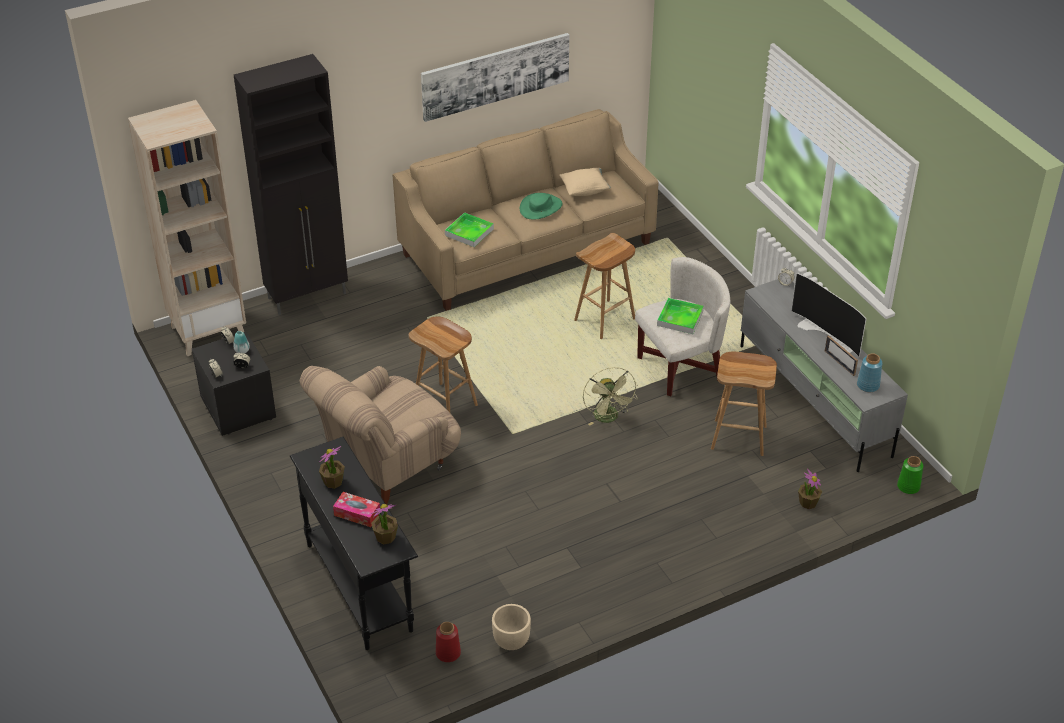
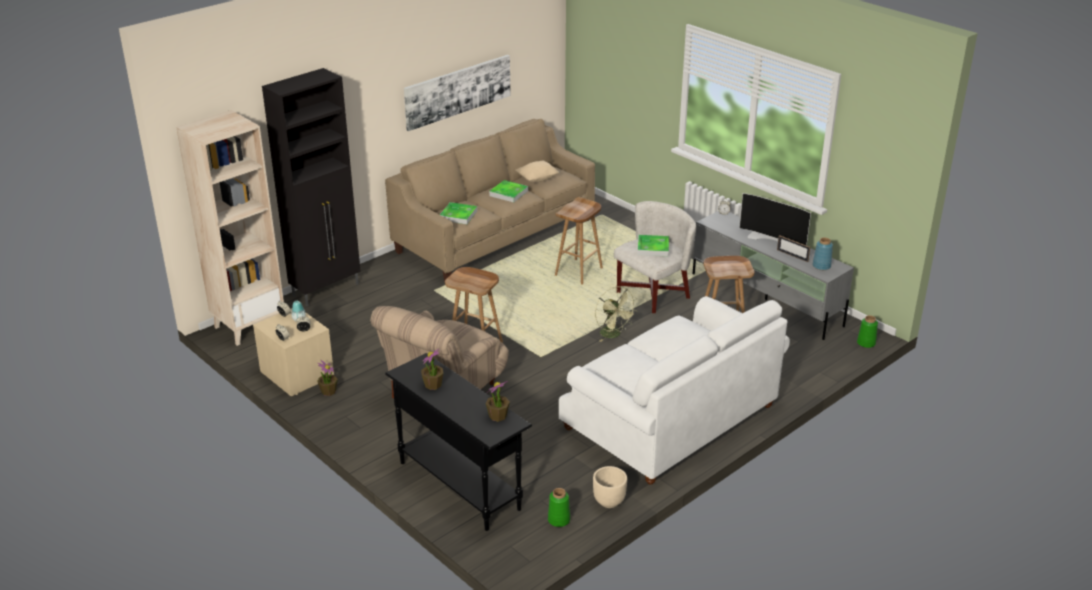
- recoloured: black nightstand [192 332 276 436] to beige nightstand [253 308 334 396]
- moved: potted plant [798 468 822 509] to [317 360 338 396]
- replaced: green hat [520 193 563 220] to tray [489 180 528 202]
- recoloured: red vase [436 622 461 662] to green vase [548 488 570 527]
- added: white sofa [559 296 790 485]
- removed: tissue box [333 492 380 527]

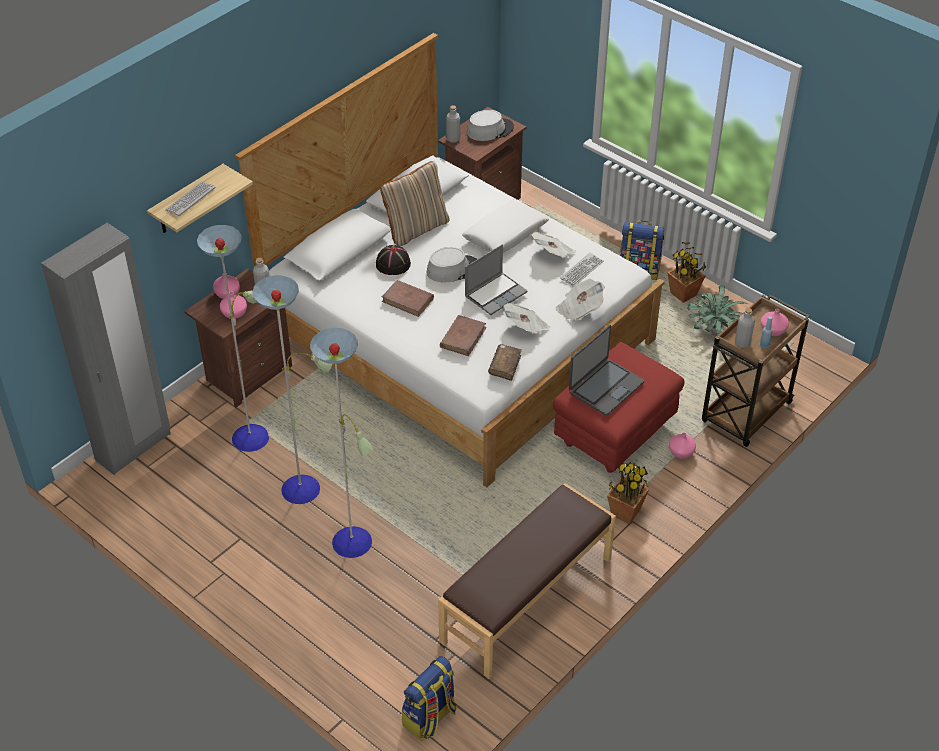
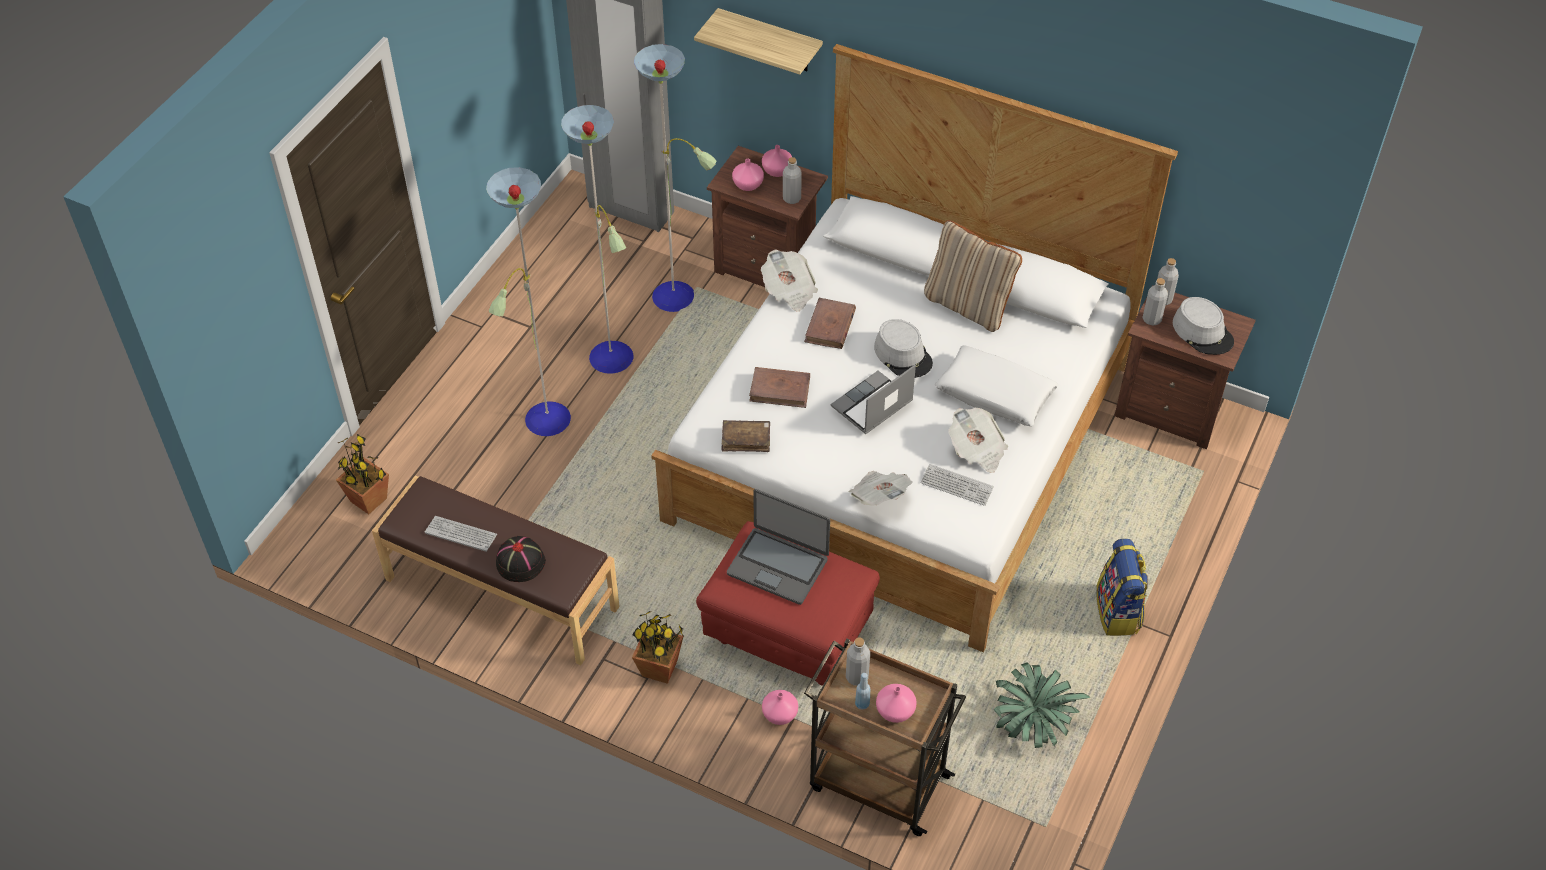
- moved: potted plant [667 242 706 303] to [336 434 389 514]
- moved: keyboard [165 182 216 216] to [425 516 497 552]
- moved: black hat [376 245 411 275] to [496 536 546 582]
- moved: newspaper [502 303 550 334] to [761 249 818 311]
- turned: laptop [465 244 528 315] = [831 365 916 434] 105 degrees clockwise
- added: grey bottle [1142 278 1168 326]
- removed: backpack [402 656 457 741]

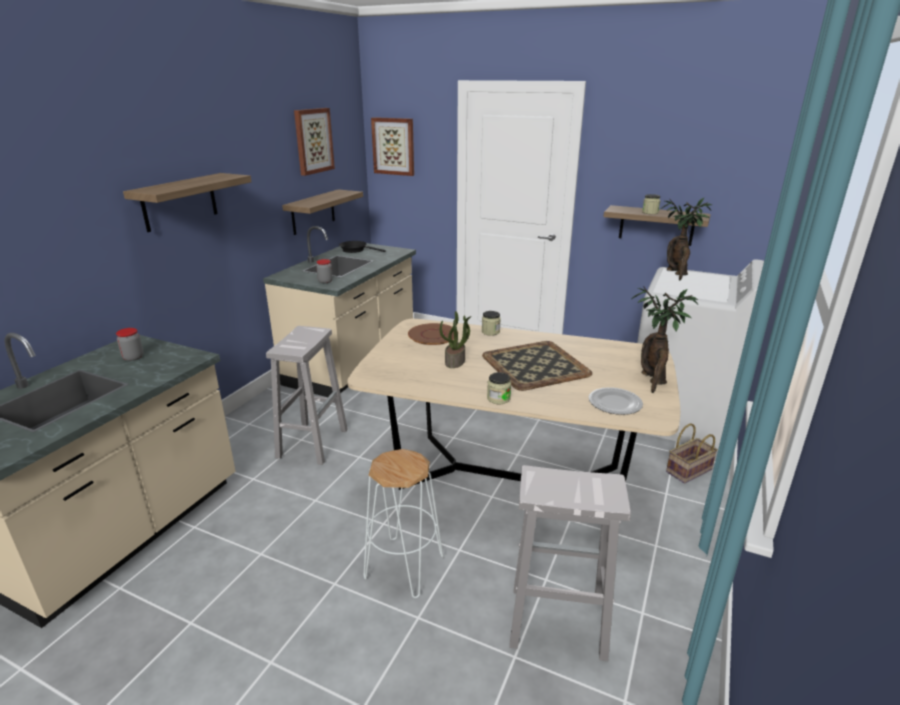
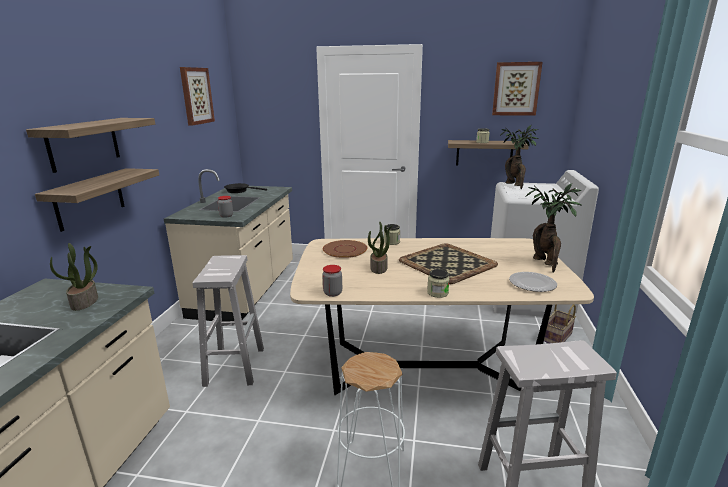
- moved: shelf [282 189 363 235] to [35 168 159 232]
- added: potted plant [50 243 98 311]
- moved: jar [116 328 144 361] to [322 265 342 297]
- moved: picture [371 117 414 176] to [492 62 542 116]

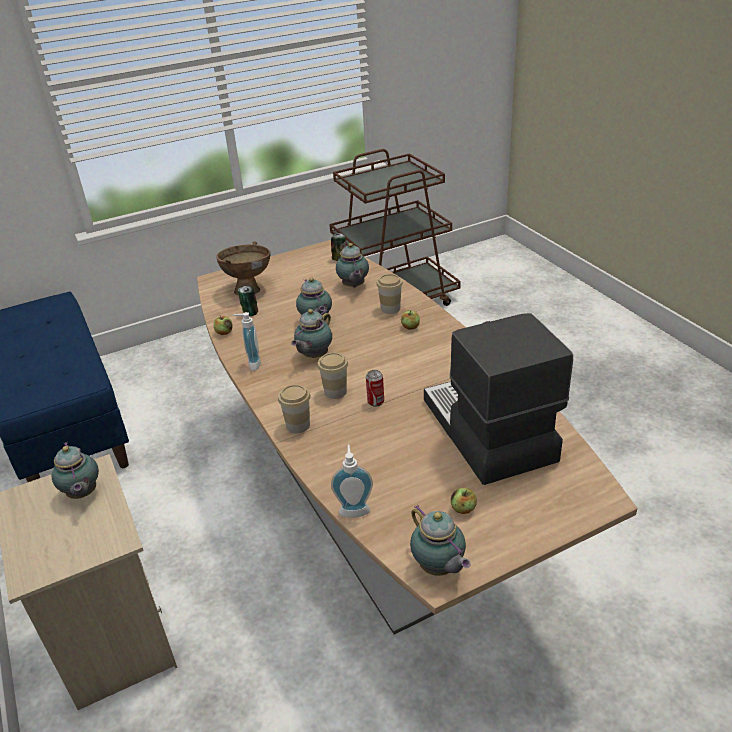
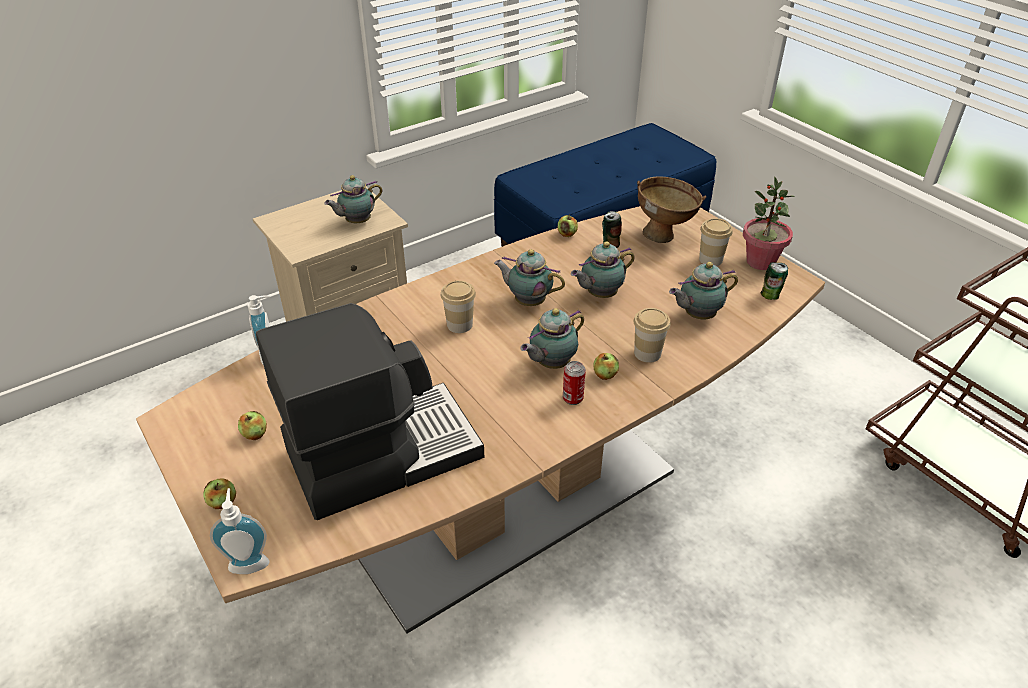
- added: apple [203 479 236 509]
- moved: soap dispenser [233 312 261 371] to [210 488 270 574]
- moved: teapot [410 505 471 576] to [520 308 584 369]
- moved: can [366 370 384 407] to [563 361 586 405]
- moved: cup [278 385 311 433] to [699 218 733 266]
- added: potted plant [743 176 795 270]

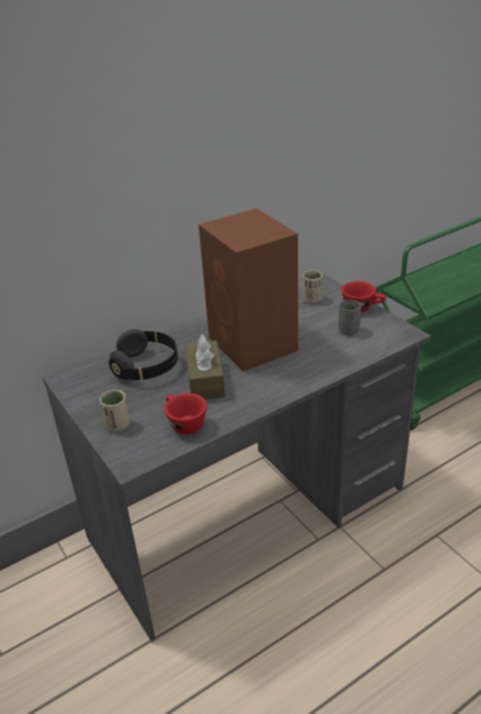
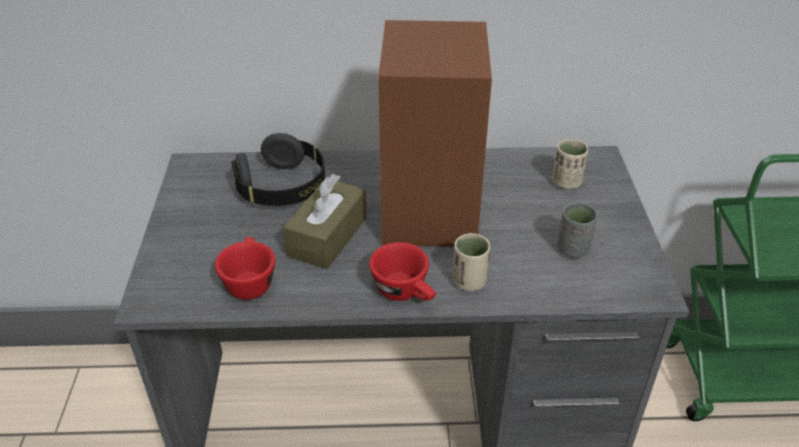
- moved: red cup [341 281 386 312] to [369 242 436 301]
- moved: beige cup [100 390 130 431] to [453 233 490 291]

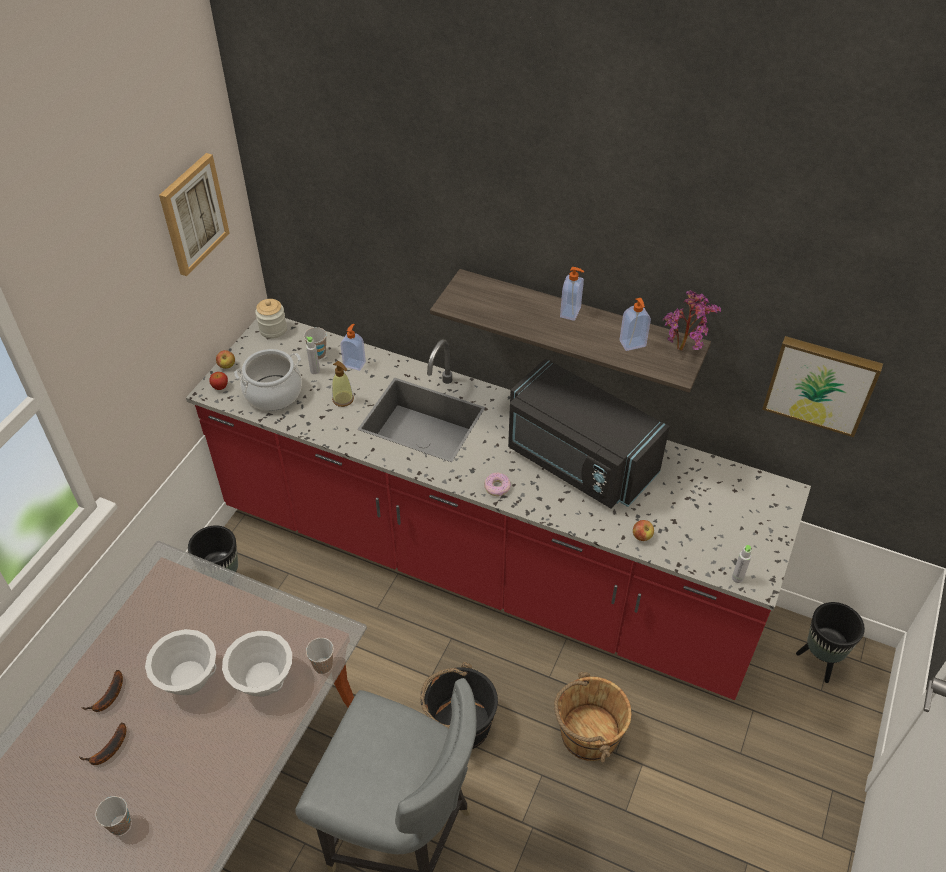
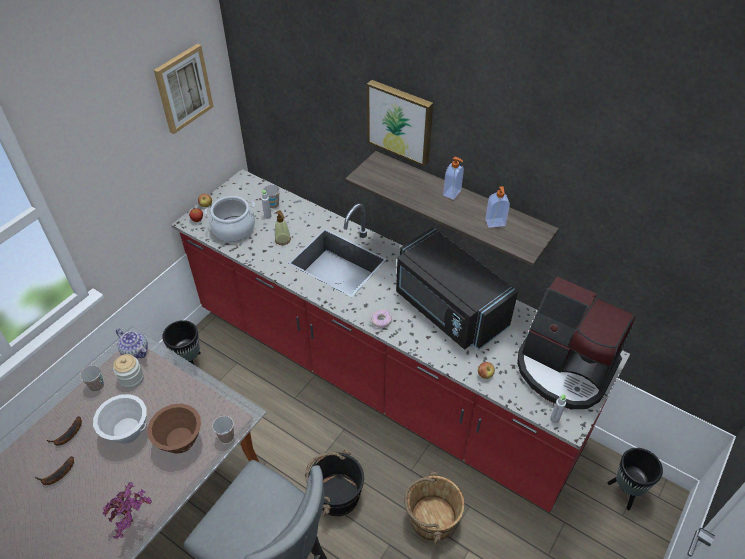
- moved: cup [95 796 131 835] to [80 365 104 392]
- moved: potted plant [663 290 721 350] to [102 482 152 539]
- moved: jar [255 299 287 339] to [113 354 144 388]
- added: teapot [116 329 148 359]
- recoloured: white bowl [222 631 292 697] to brown bowl [147 404 201 453]
- moved: picture [762 336 883 437] to [367 80 433 166]
- added: coffee machine [517 277 635 409]
- removed: soap dispenser [340 324 366 371]

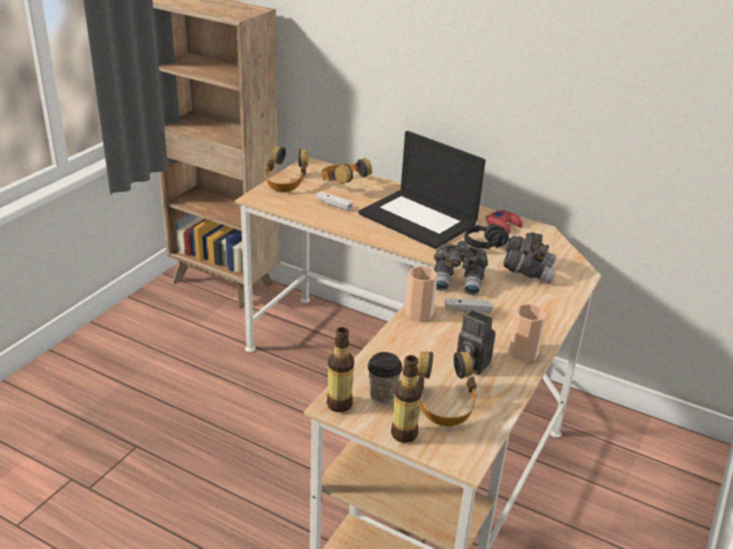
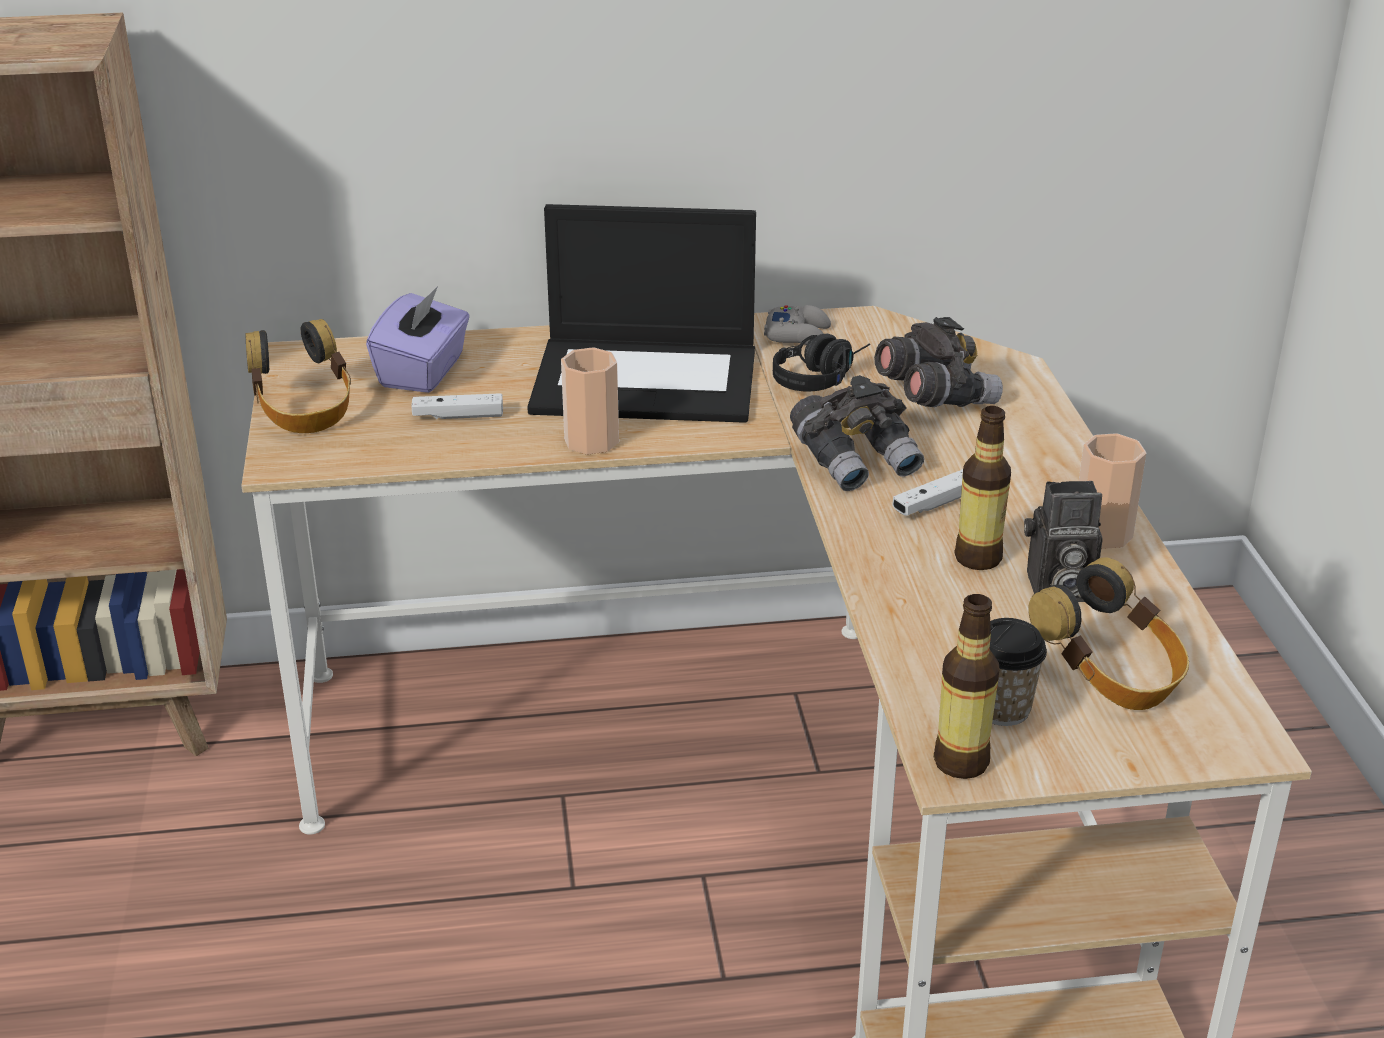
- replaced: headphones [321 158 372 184] to purple tissue box [366 286 470 393]
- moved: cup [405 266 438 321] to [561 347 619 455]
- recoloured: red game controller [486 210 523 234] to grey game controller [764 305 831 345]
- moved: bottle [391 355 422 443] to [954 406 1011 570]

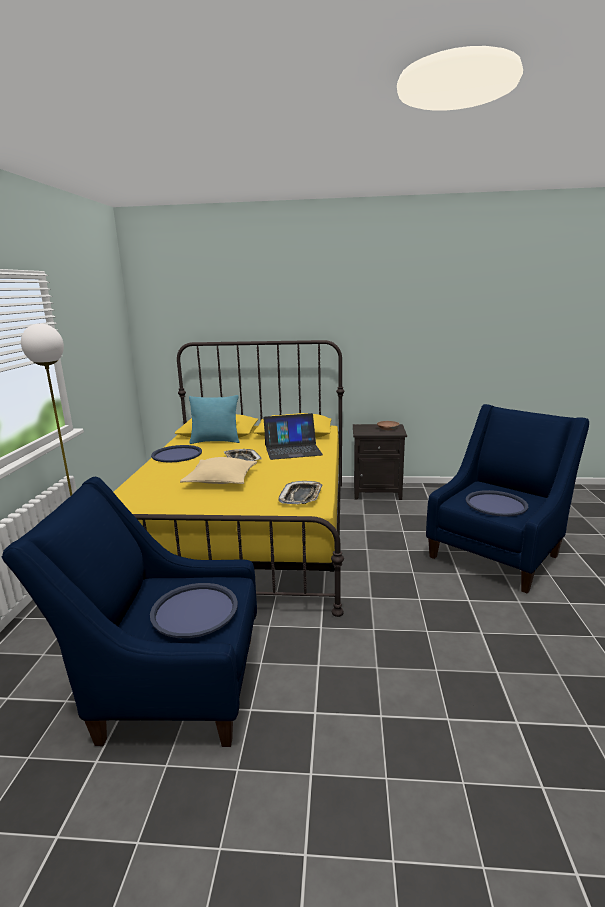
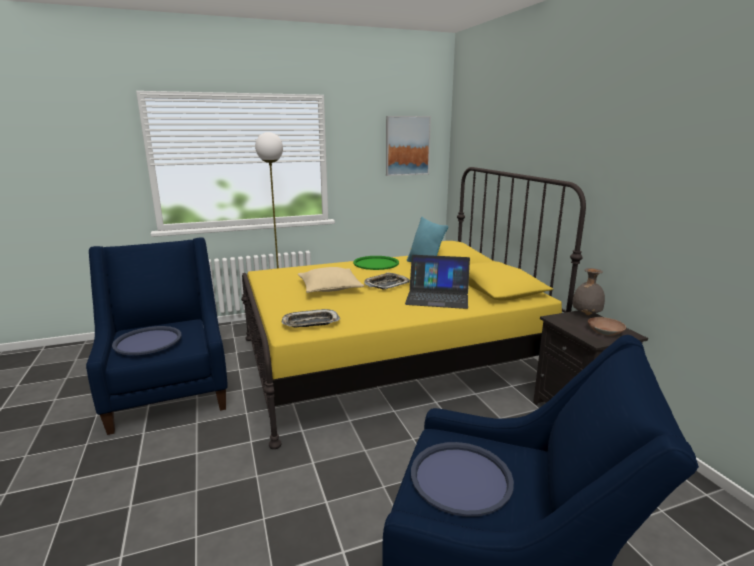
- recoloured: blue tray [151 445 202 463] to green tray [353 256 399 270]
- added: picture [386 116 431 176]
- turned: laptop [263 413 323 460] = [405 255 470 309] 45 degrees counterclockwise
- added: grey vase [572 268 605 315]

